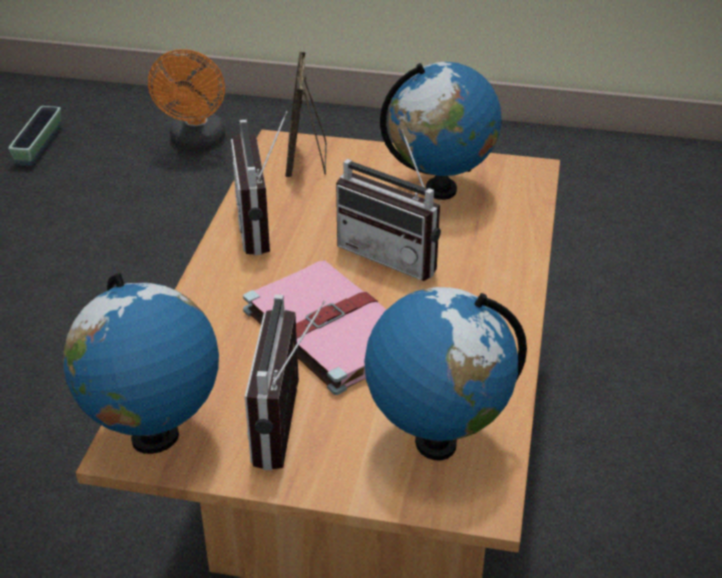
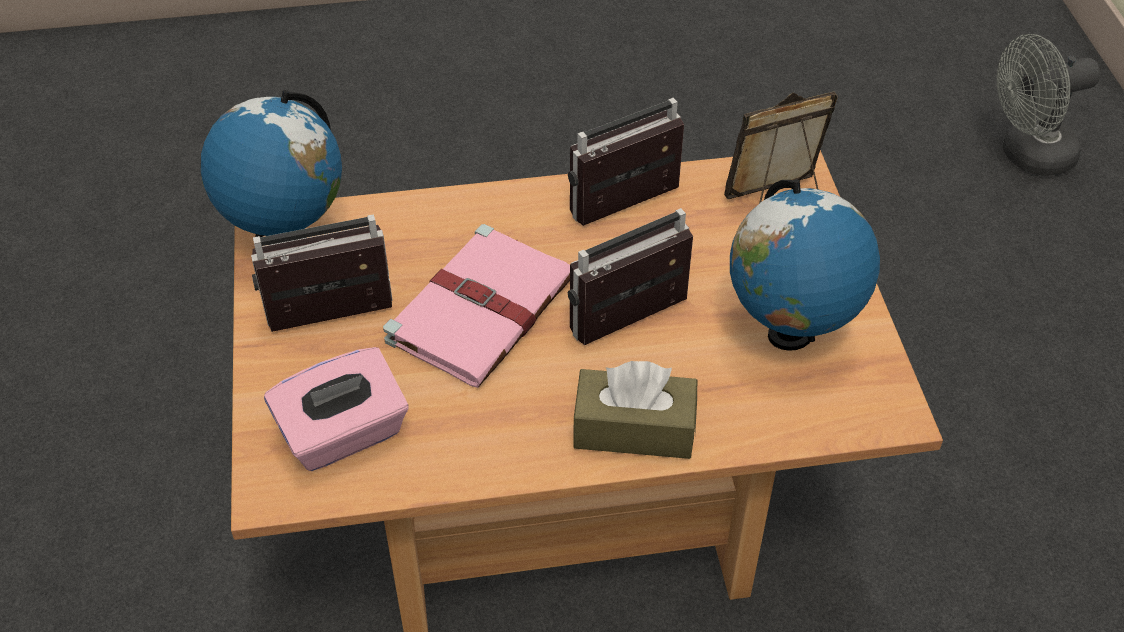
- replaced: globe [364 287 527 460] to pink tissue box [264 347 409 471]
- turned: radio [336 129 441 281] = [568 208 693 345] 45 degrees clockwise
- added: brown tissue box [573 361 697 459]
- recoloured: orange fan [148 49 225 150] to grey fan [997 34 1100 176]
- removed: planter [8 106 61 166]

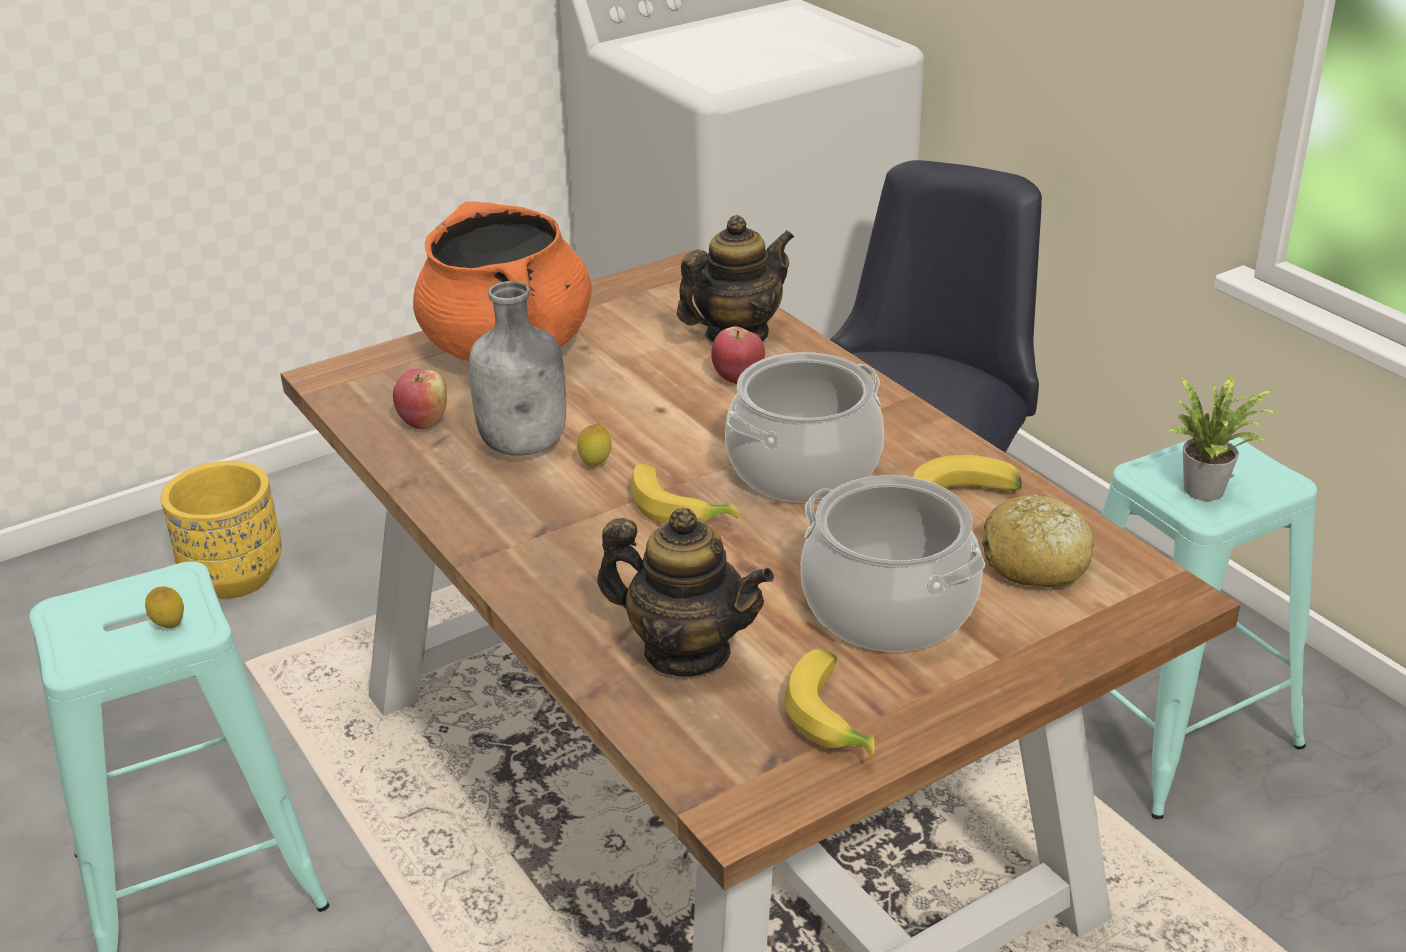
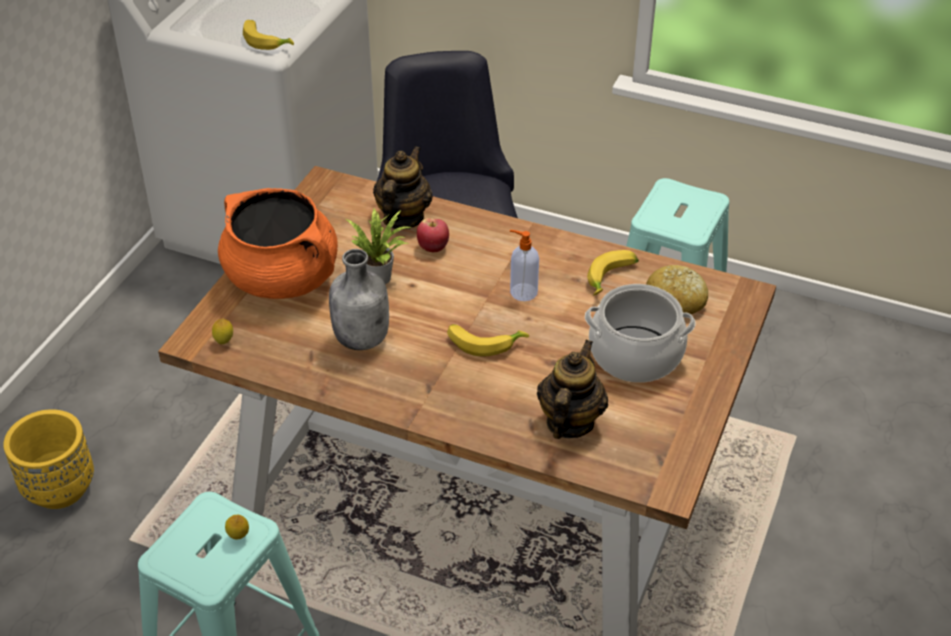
- moved: lemon [577 423 612 467] to [212 318 233 344]
- moved: banana [785 649 875 758] to [243 20 294 50]
- moved: potted plant [1167 374 1280 501] to [346 209 411 284]
- replaced: cooking pot [725 352 884 502] to soap dispenser [510 230 539 301]
- turned: teapot [597 507 774 677] = [537 340 608 439] 60 degrees counterclockwise
- removed: apple [393 369 447 430]

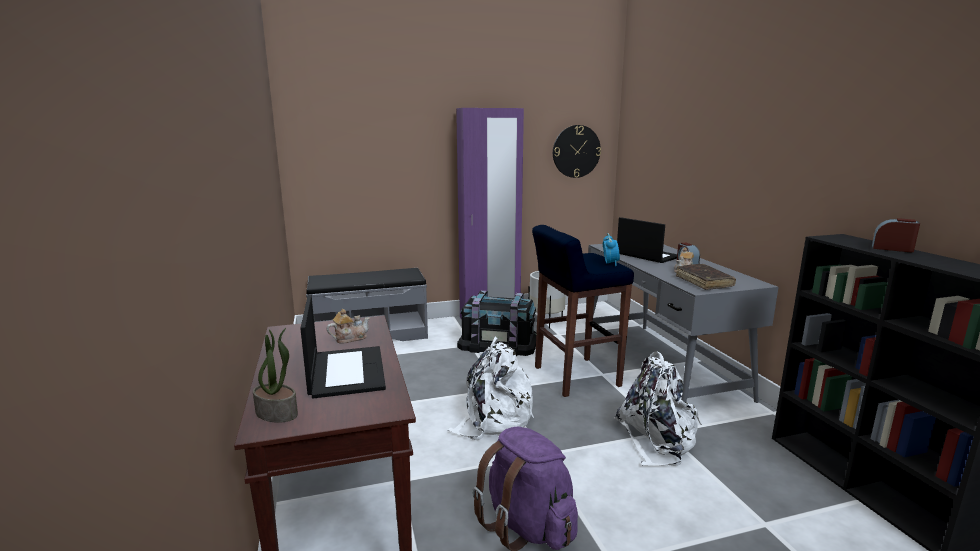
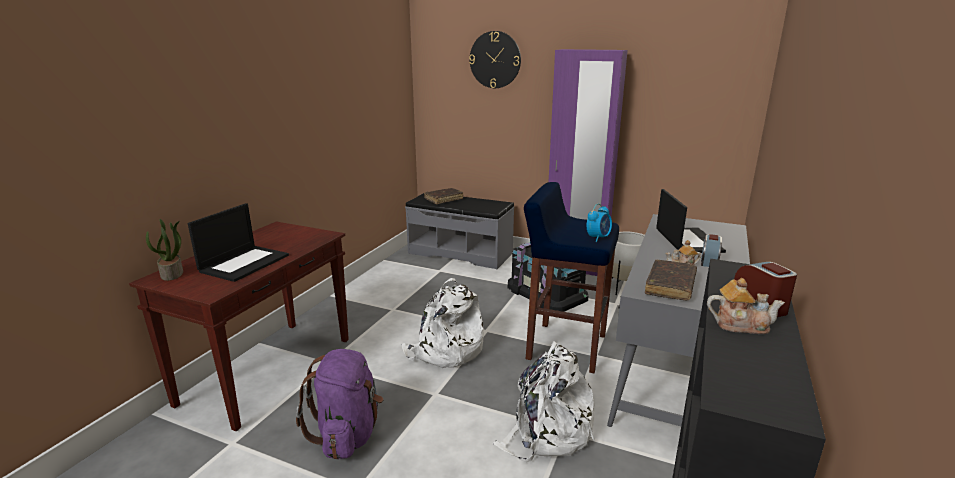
- added: brown book [424 188 463 204]
- moved: wall clock [553 125 601 178] to [469 31 521 88]
- moved: teapot [327 309 370 344] to [707 278 785 334]

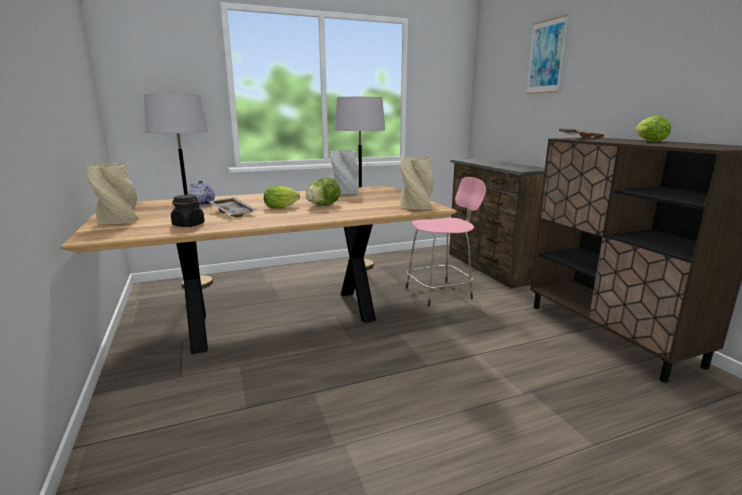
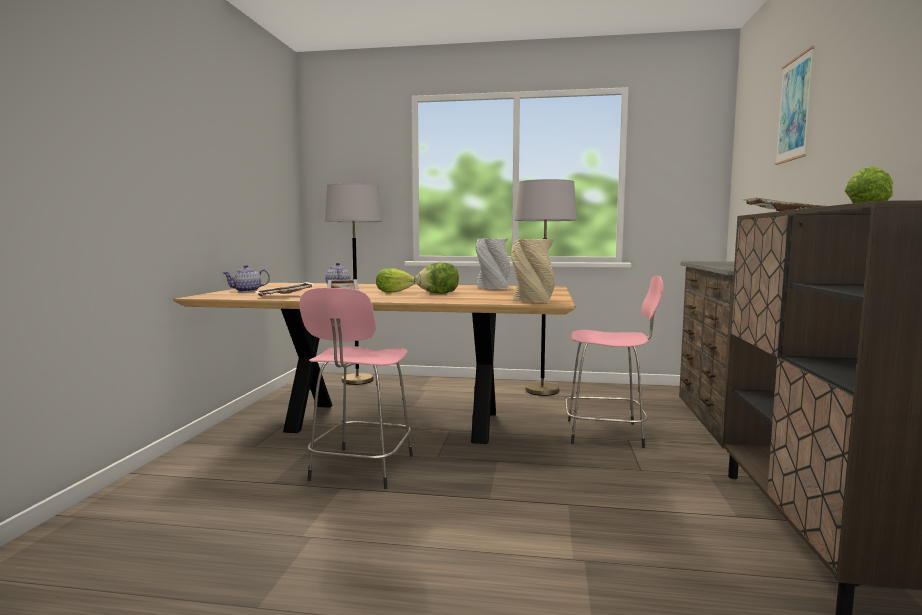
- replaced: beige vase [87 163 140 225] to teapot [223 265 270 292]
- replaced: black jar [171 195 205 227] to white tray [254 282 314 297]
- added: pink stool [299 288 413 489]

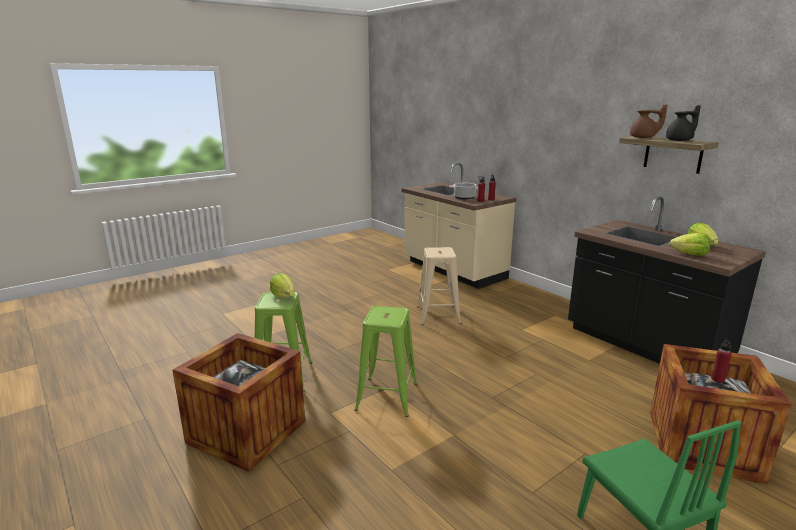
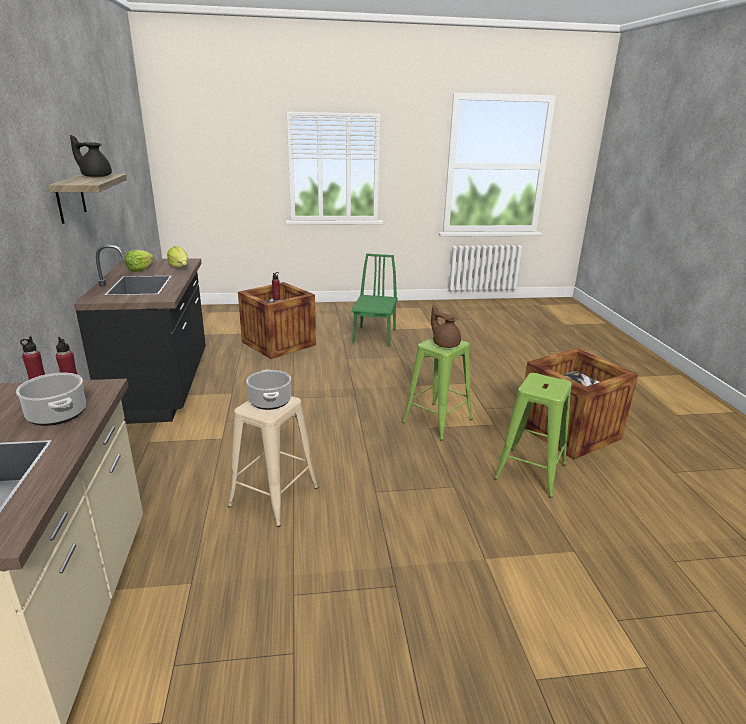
- added: cooking pot [246 370 291 410]
- moved: brown teapot [630 104 667 138] to [431 305 461 348]
- removed: lettuce [270 273 295 298]

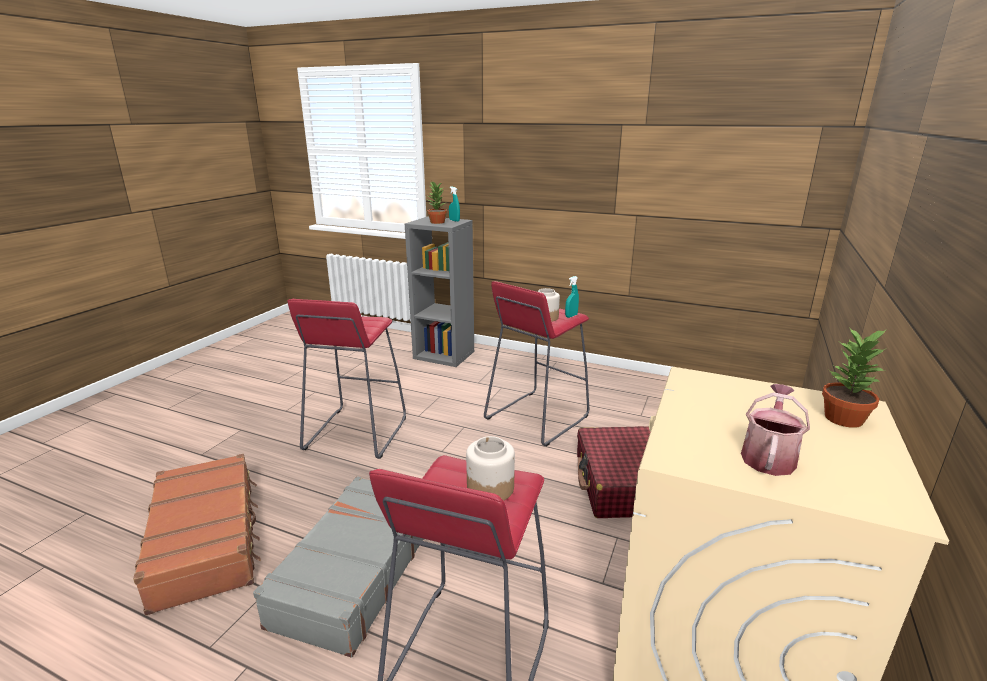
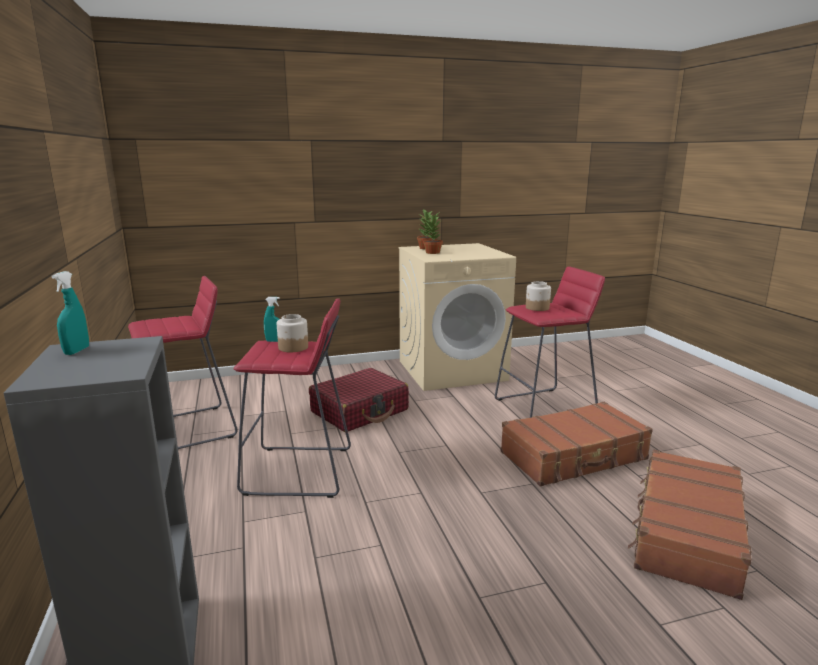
- moved: red stool [287 299 406 459] to [128 276 238 449]
- moved: potted plant [427 182 447 224] to [423 213 443 254]
- recoloured: grey suitcase [253 476 425 658] to brown suitcase [500 402 653 486]
- removed: watering can [741 384 810 476]

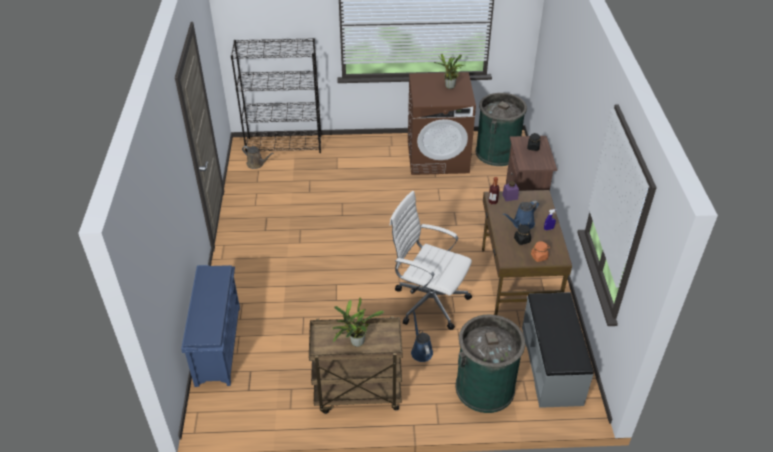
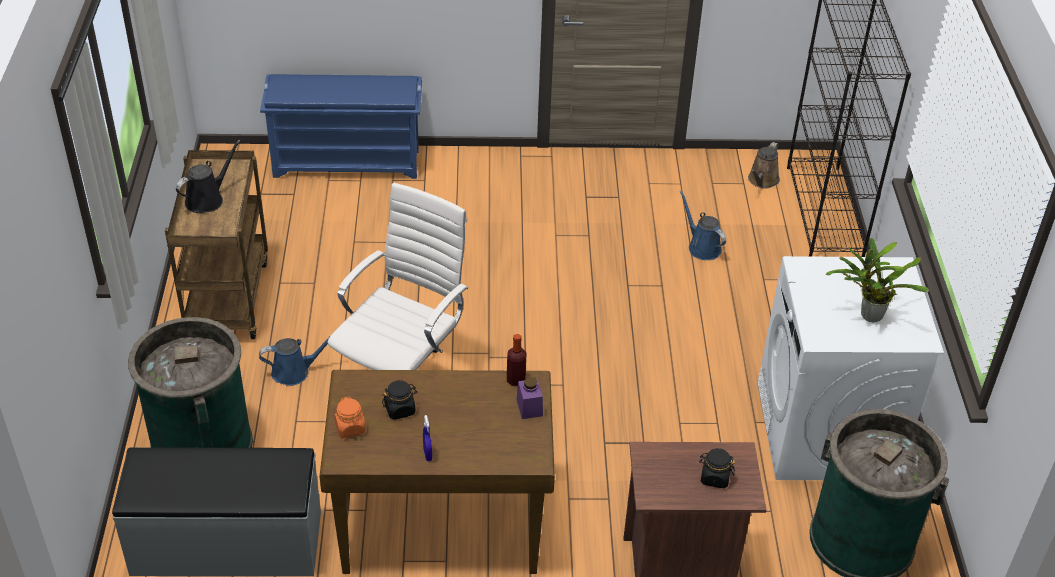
- replaced: potted plant [332 298 384 347] to black watering can [176 140 241 213]
- moved: blue watering can [502 200 539 229] to [680 190 726 260]
- recoloured: brown washing machine [408 72 476 175] to white washing machine [758 256 944 480]

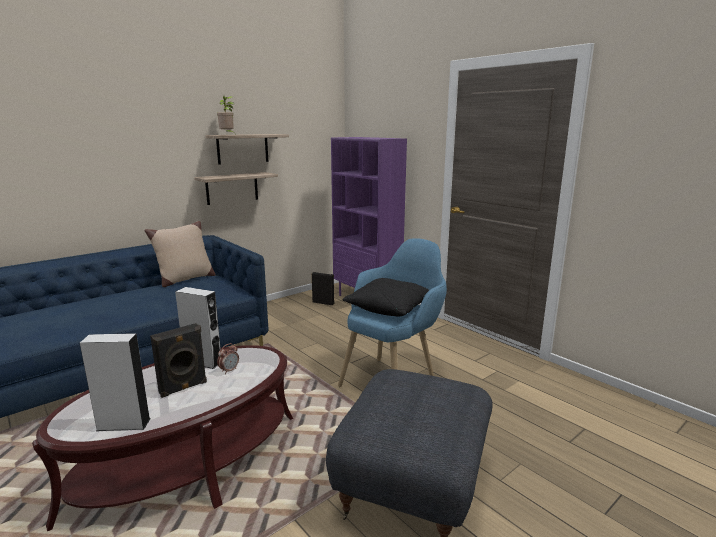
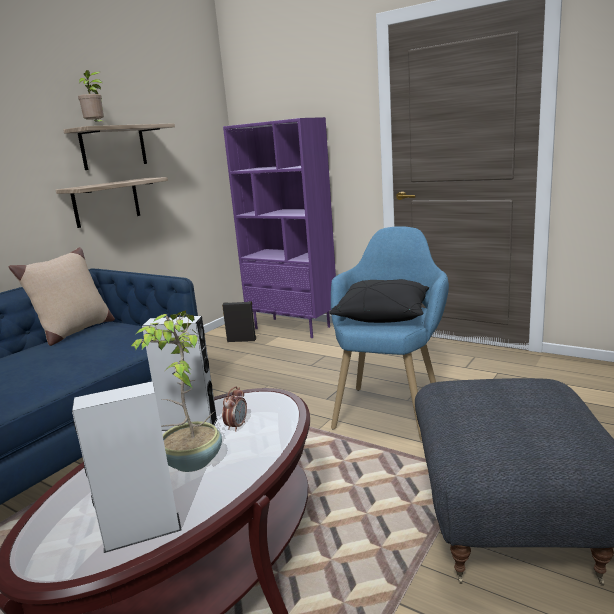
- replaced: black speaker [150 323 207 398] to potted plant [131 310 222 472]

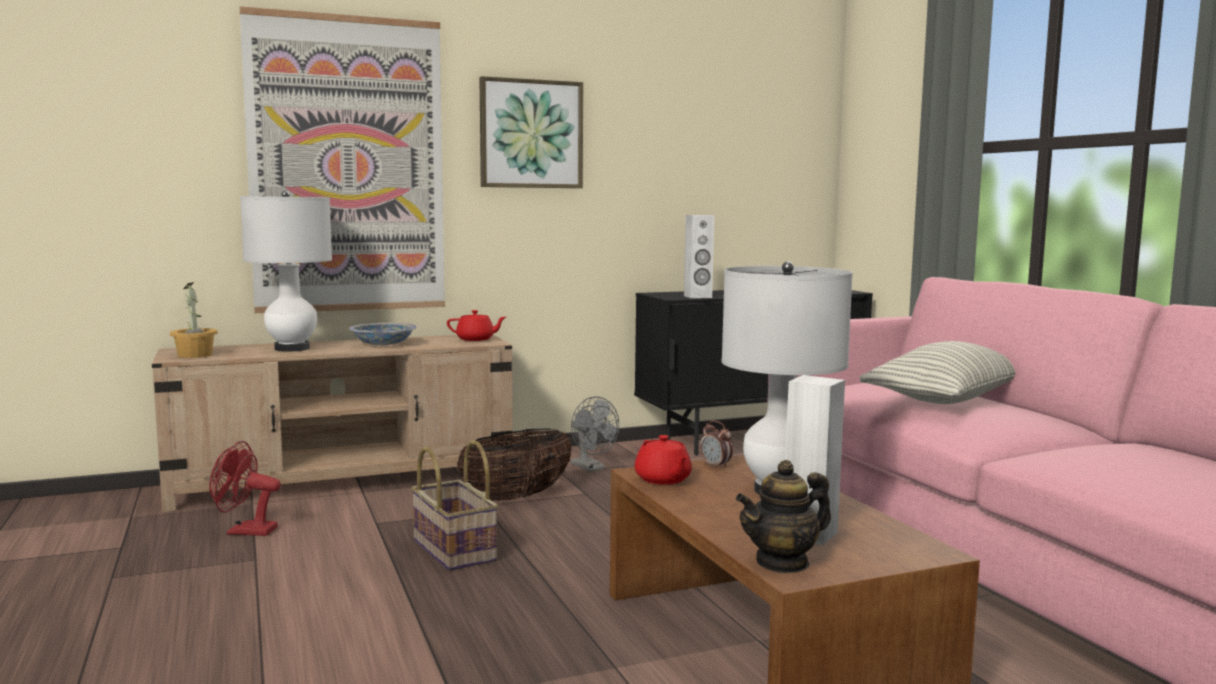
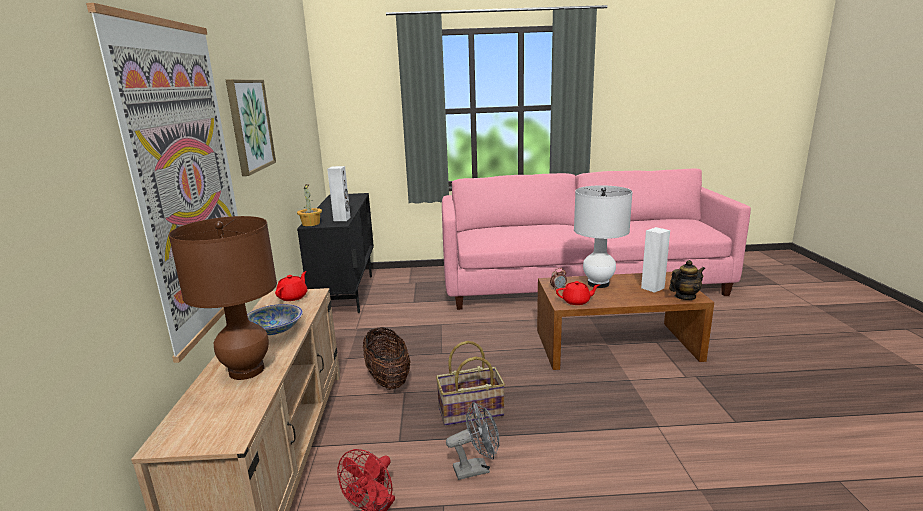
- recoloured: white table lamp [240 191 332 352] to brown table lamp [169 216 277 380]
- moved: potted plant [170 282 217 358] to [297 184 322 226]
- moved: grey fan [571 396 619 472] to [446 402 499 480]
- turned: teapot [736 460 831 573] = [669 260 705 300] 105 degrees counterclockwise
- removed: pillow [860 341 1015 404]

